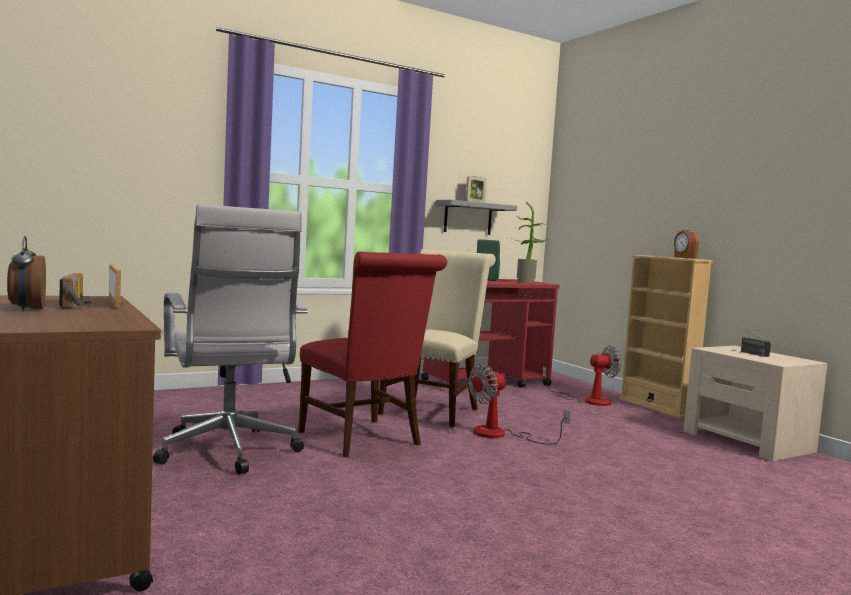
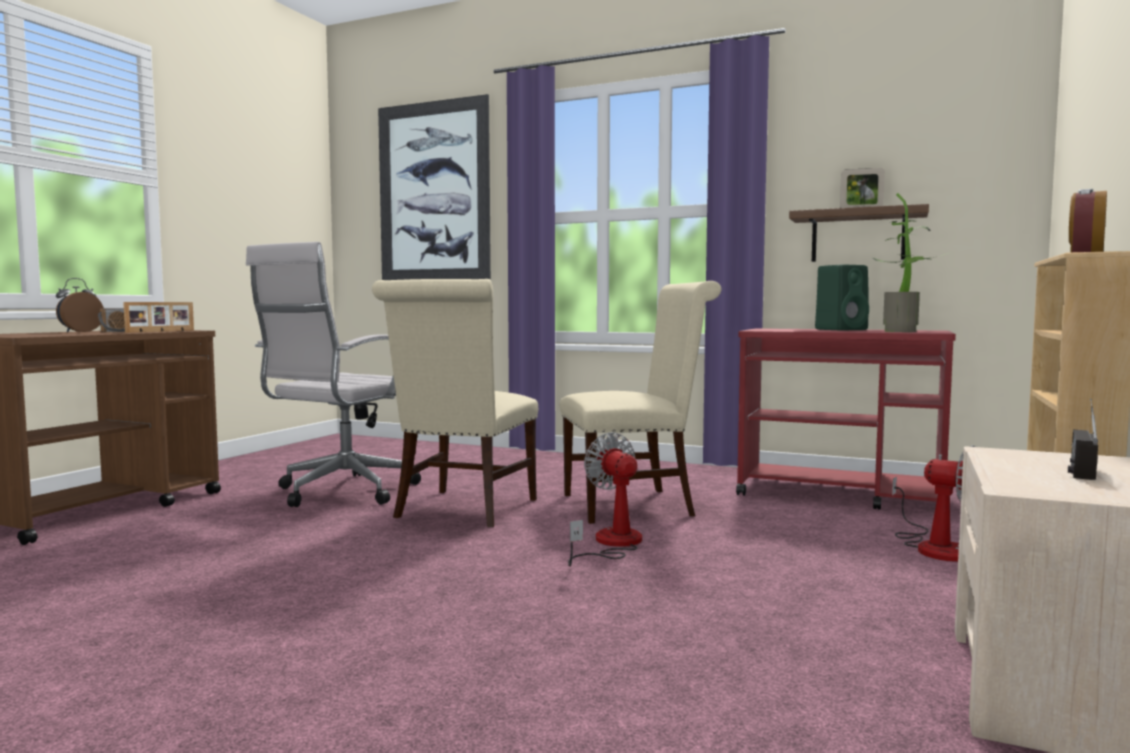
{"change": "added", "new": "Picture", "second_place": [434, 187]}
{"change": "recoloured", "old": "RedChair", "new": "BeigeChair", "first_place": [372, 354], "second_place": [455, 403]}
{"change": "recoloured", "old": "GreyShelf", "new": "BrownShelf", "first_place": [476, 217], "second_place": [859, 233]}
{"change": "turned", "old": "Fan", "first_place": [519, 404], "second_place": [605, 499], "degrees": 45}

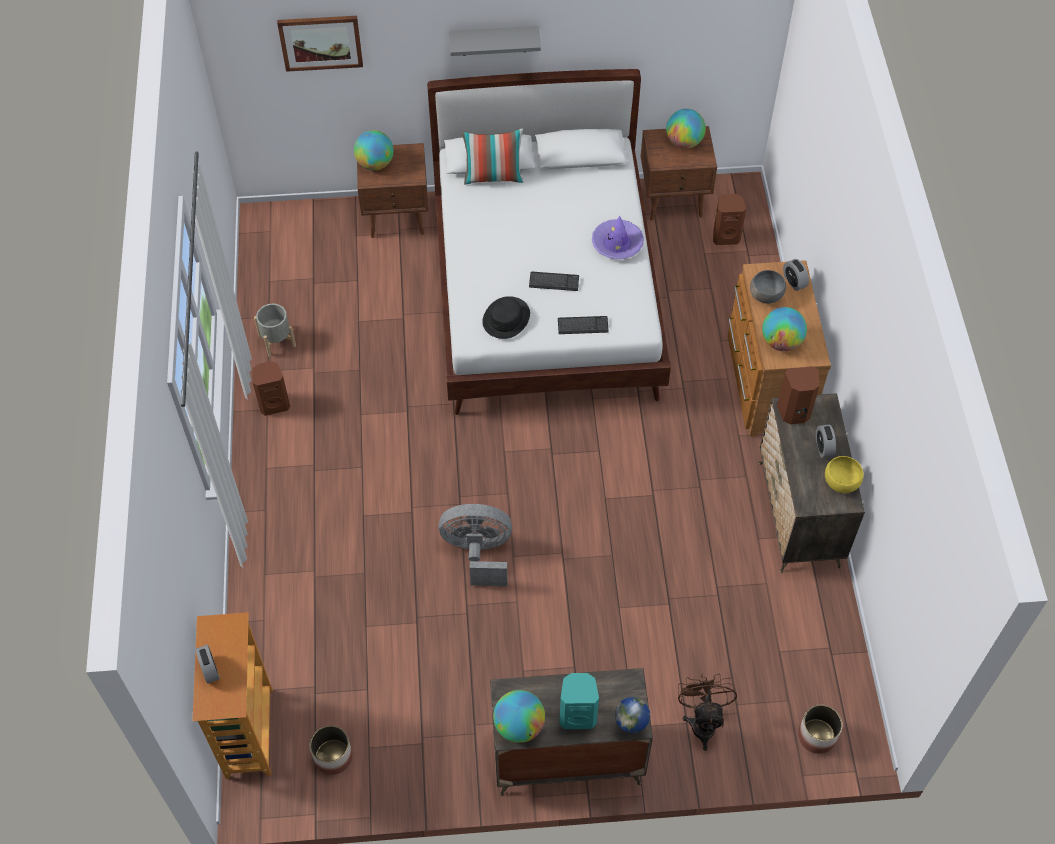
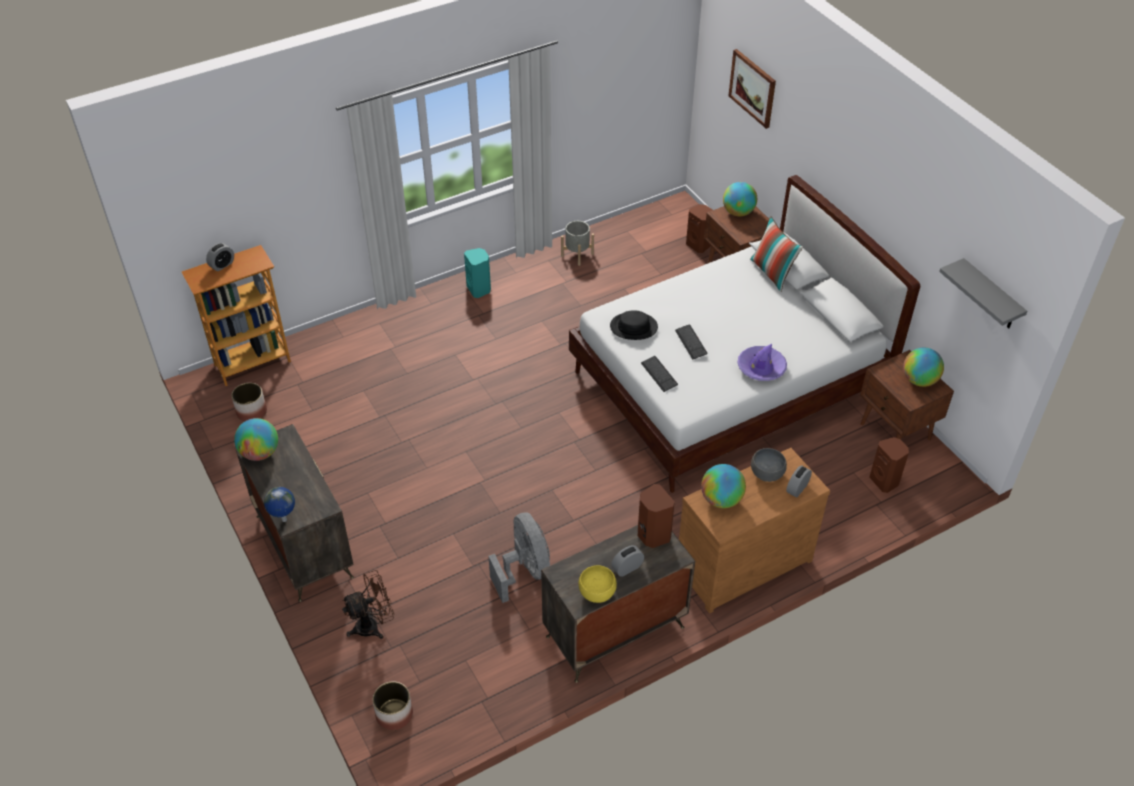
{"change": "moved", "old": "BrownSpeaker", "first_place": [271, 388], "second_place": [699, 228]}
{"change": "moved", "old": "GreyFan", "first_place": [475, 545], "second_place": [519, 557]}
{"change": "moved", "old": "GreyShelf", "first_place": [495, 41], "second_place": [983, 293]}
{"change": "moved", "old": "TurquoiseSpeaker", "first_place": [579, 701], "second_place": [477, 273]}

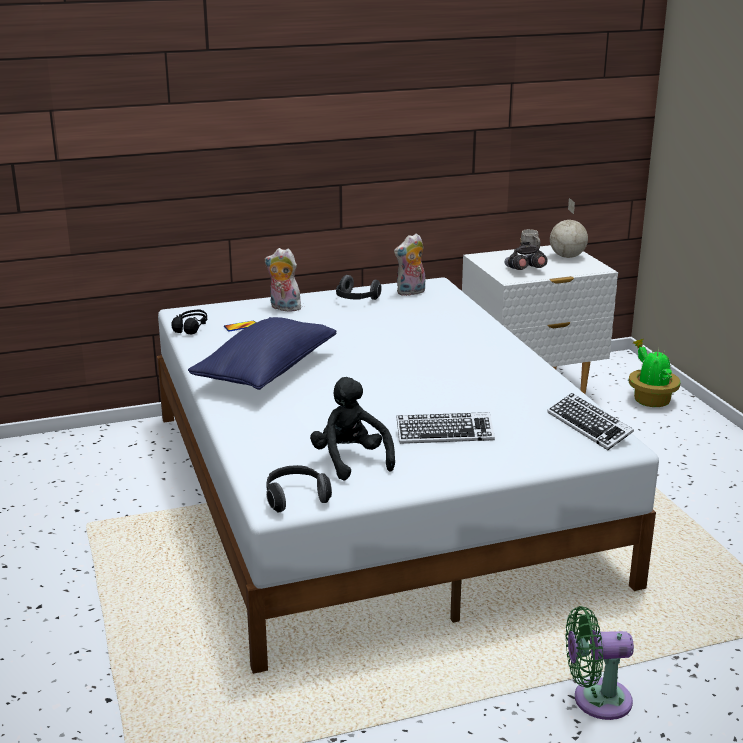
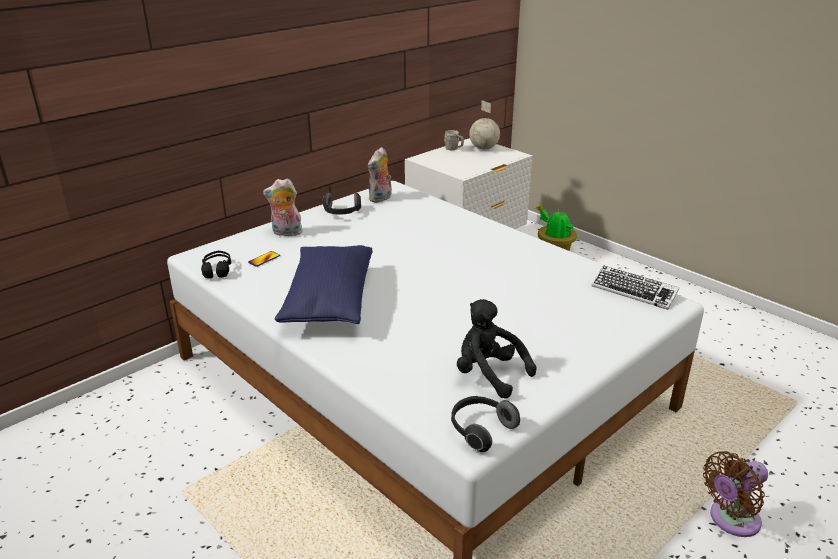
{"change": "removed", "old": "Keyboard", "first_place": [446, 428]}
{"change": "removed", "old": "GreyBinoculars", "first_place": [526, 256]}
{"change": "recoloured", "old": "GreenFan", "new": "BrownFan", "first_place": [600, 663], "second_place": [735, 494]}

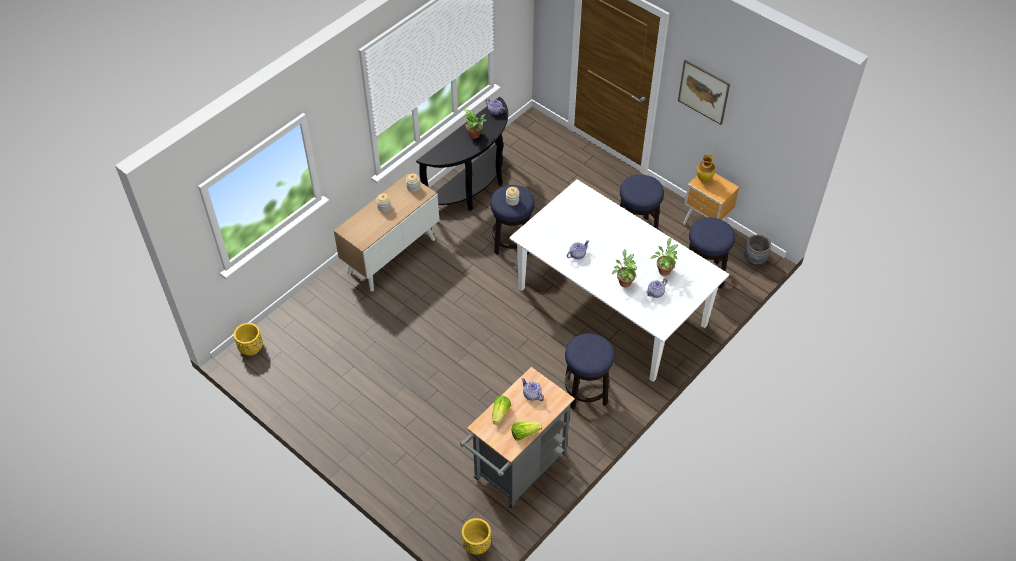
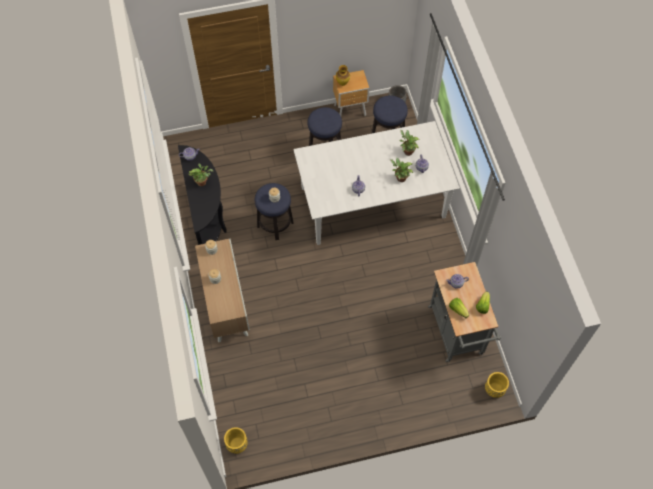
{"change": "removed", "old": "Stool", "first_place": [590, 371]}
{"change": "removed", "old": "Picture", "first_place": [704, 92]}

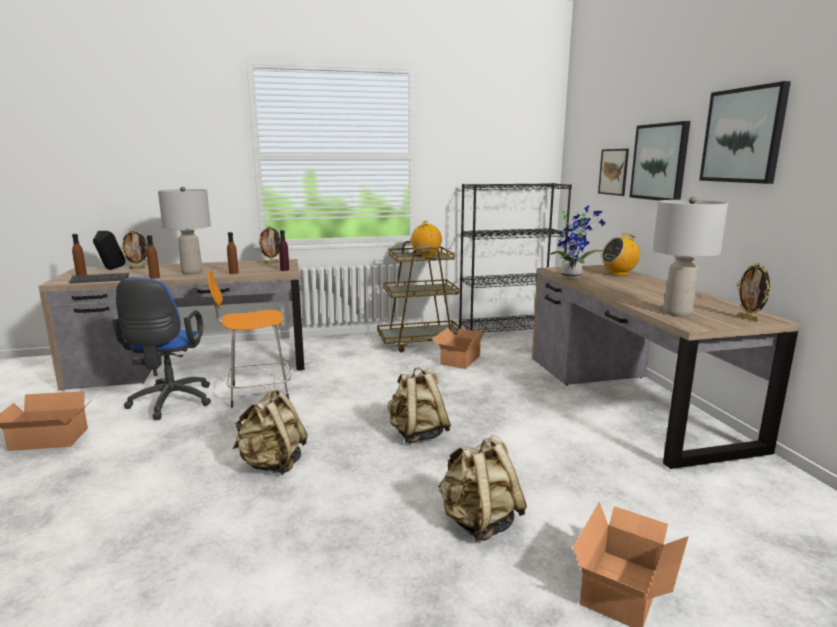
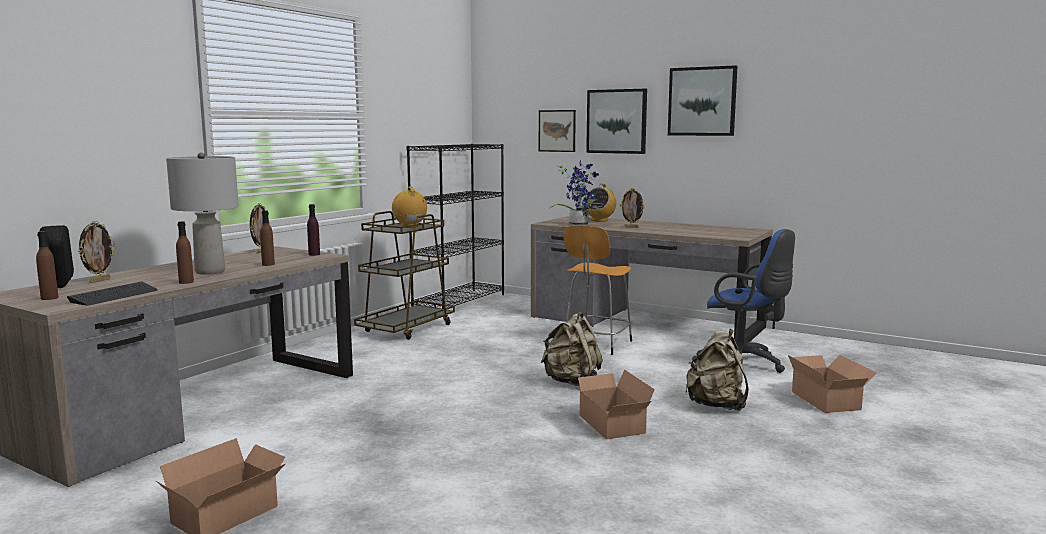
{"change": "removed", "old": "BeigeBackpack", "first_place": [270, 431]}
{"change": "removed", "old": "GreyTableLamp", "first_place": [690, 257]}
{"change": "moved", "old": "BlueOfficeChair", "first_place": [161, 348], "second_place": [743, 301]}
{"change": "moved", "old": "OrangeStool", "first_place": [249, 339], "second_place": [598, 290]}
{"change": "moved", "old": "CardboardBox", "first_place": [458, 348], "second_place": [611, 405]}
{"change": "moved", "old": "PictureFrame", "first_place": [753, 292], "second_place": [632, 208]}

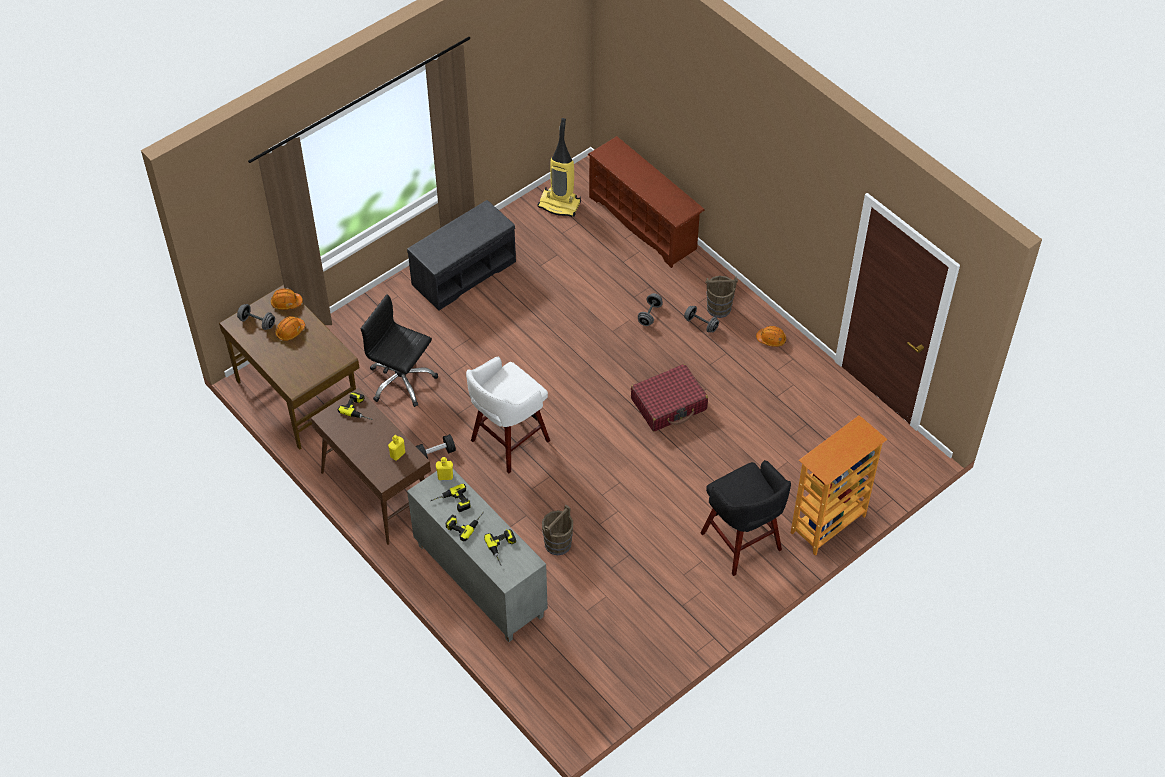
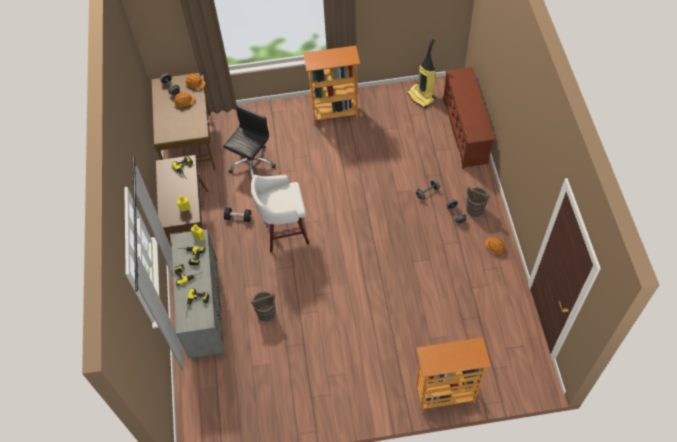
{"change": "removed", "old": "RedSuitcase", "first_place": [669, 397]}
{"change": "removed", "old": "BlackStool", "first_place": [746, 518]}
{"change": "replaced", "old": "GreyBench", "new": "Bookcase", "first_place": [461, 255], "second_place": [331, 85]}
{"change": "turned", "old": "BlackOfficeChair", "first_place": [399, 350], "second_place": [249, 143], "degrees": 60}

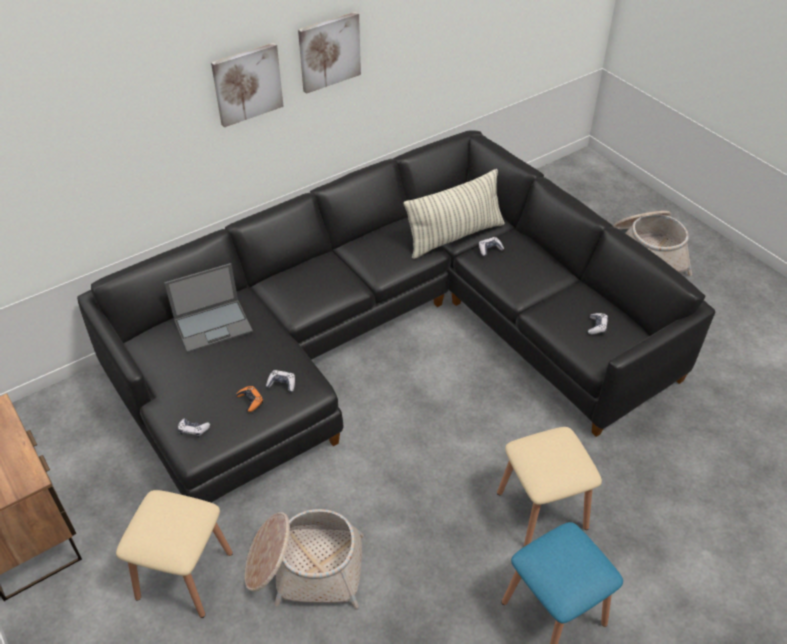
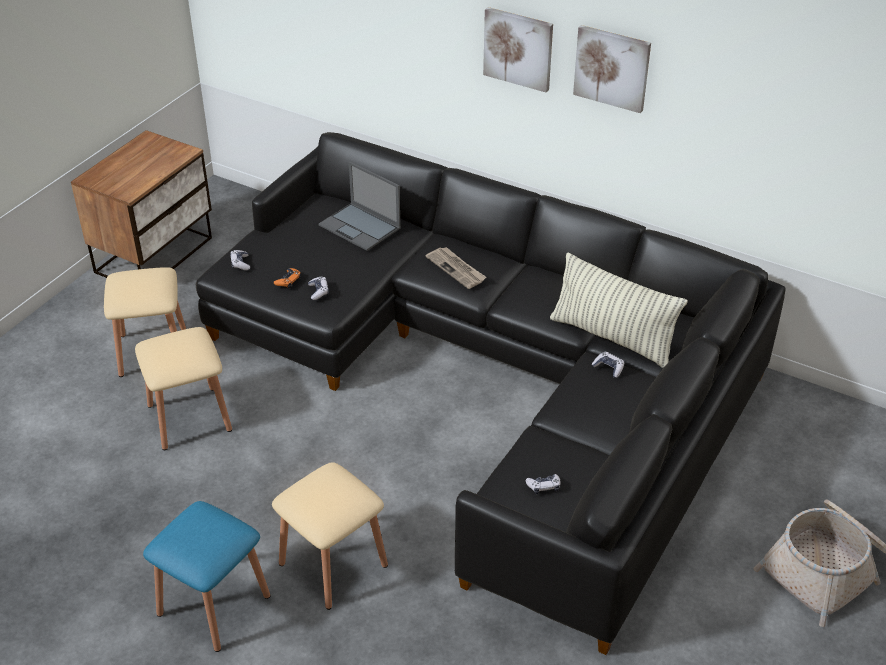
{"change": "added", "new": "Newspaper", "second_place": [456, 268]}
{"change": "replaced", "old": "Basket", "new": "BeigeStool", "first_place": [304, 559], "second_place": [183, 388]}

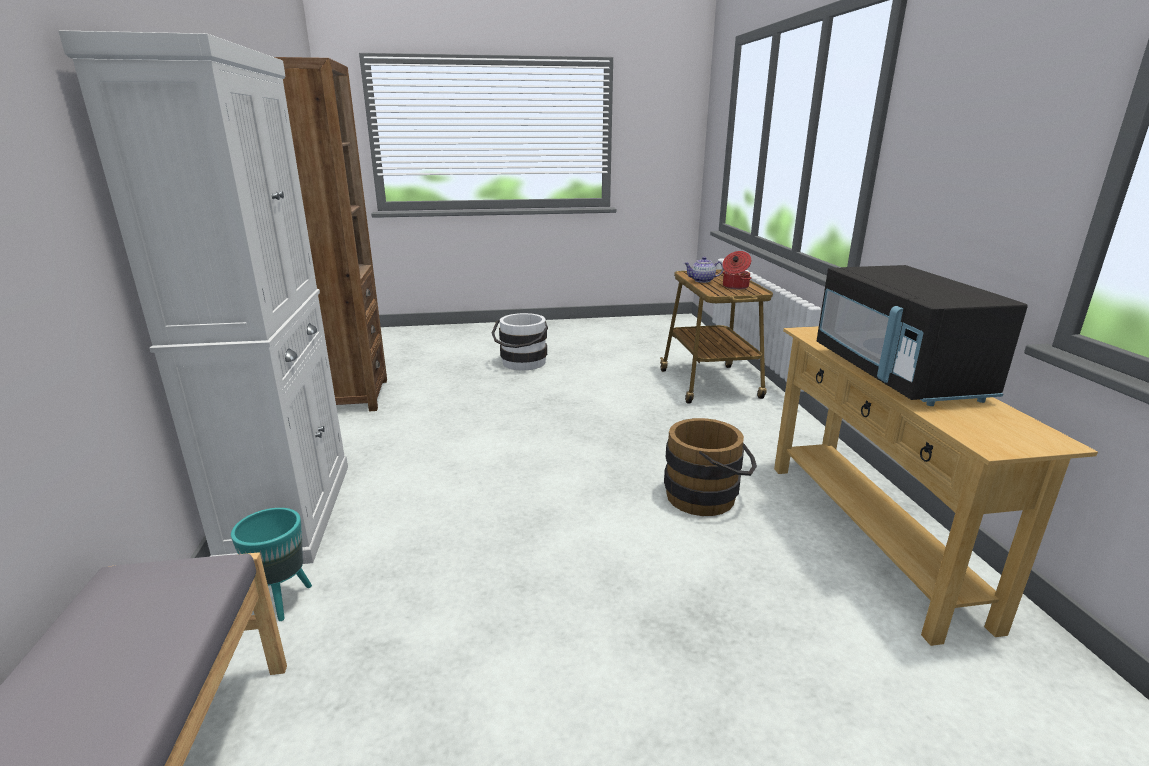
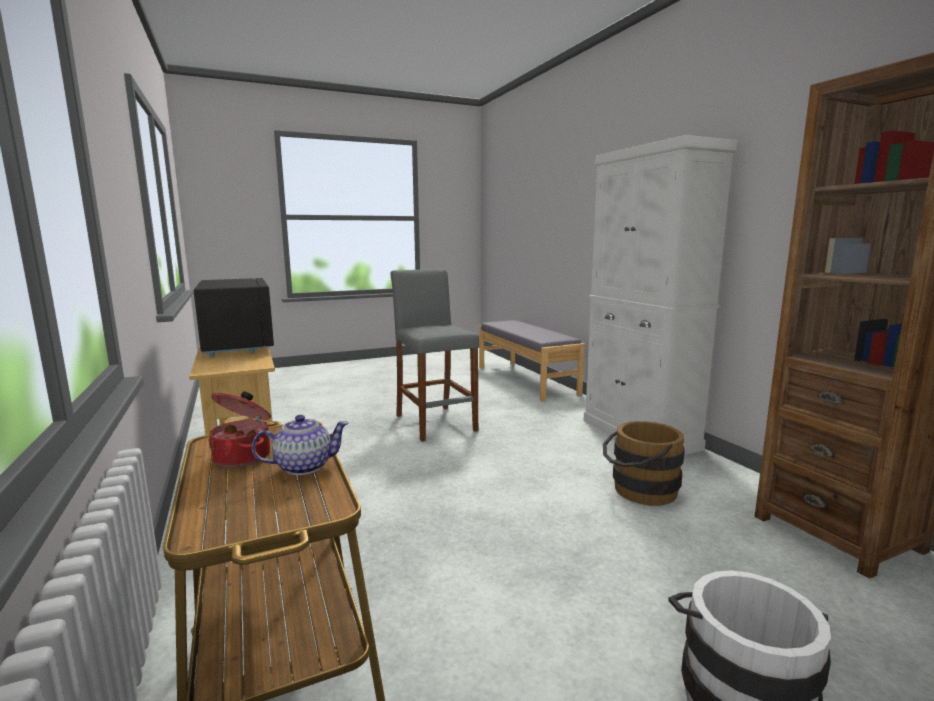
{"change": "removed", "old": "TurquoisePlanter", "first_place": [271, 564]}
{"change": "added", "new": "GreyStool", "second_place": [435, 355]}
{"change": "moved", "old": "BrownBucket", "first_place": [710, 467], "second_place": [644, 463]}

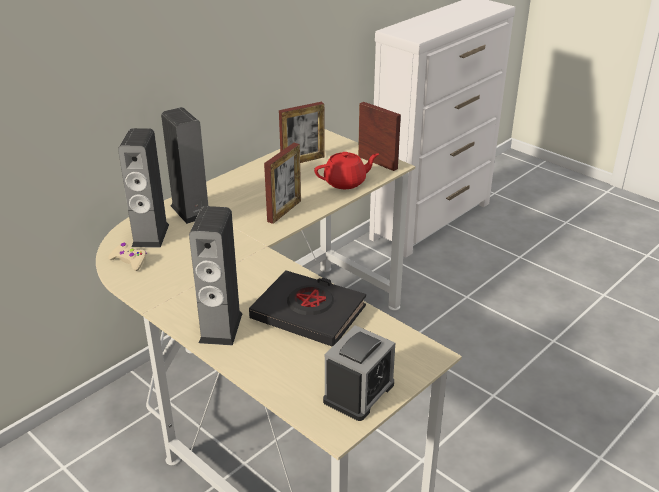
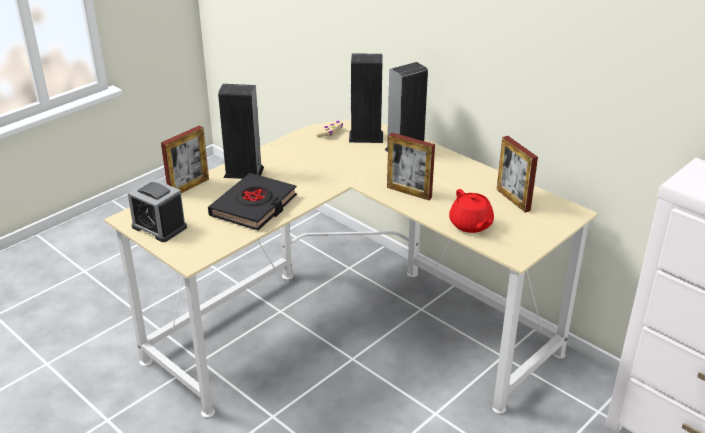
{"change": "moved", "old": "PictureFrame", "first_place": [379, 136], "second_place": [185, 159]}

